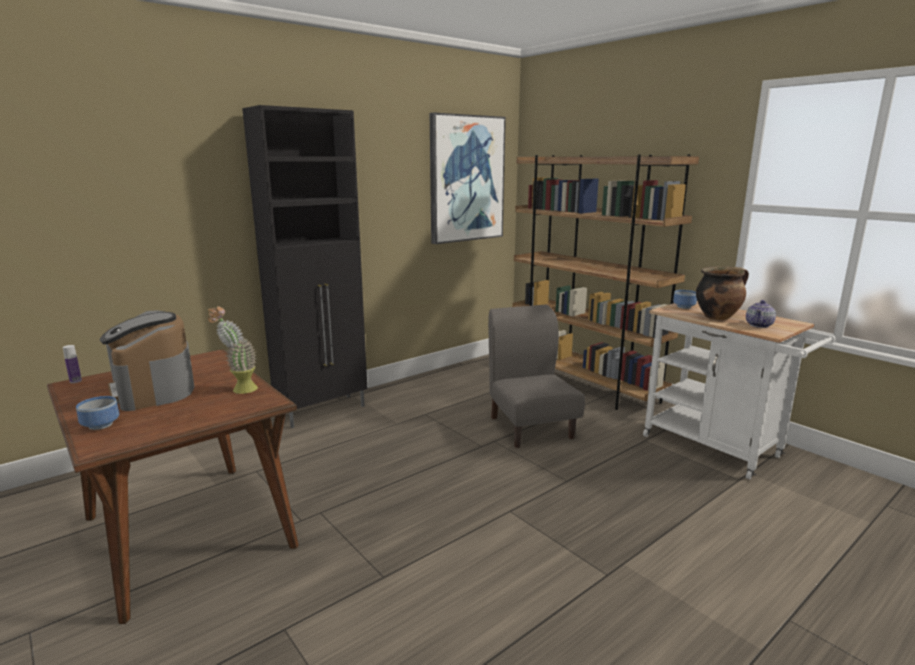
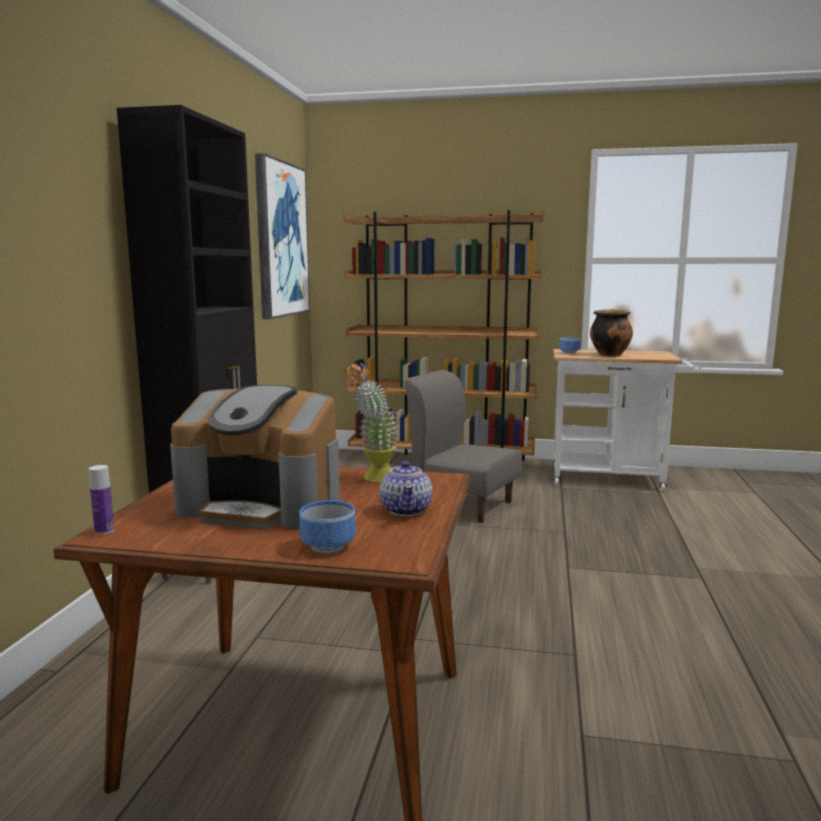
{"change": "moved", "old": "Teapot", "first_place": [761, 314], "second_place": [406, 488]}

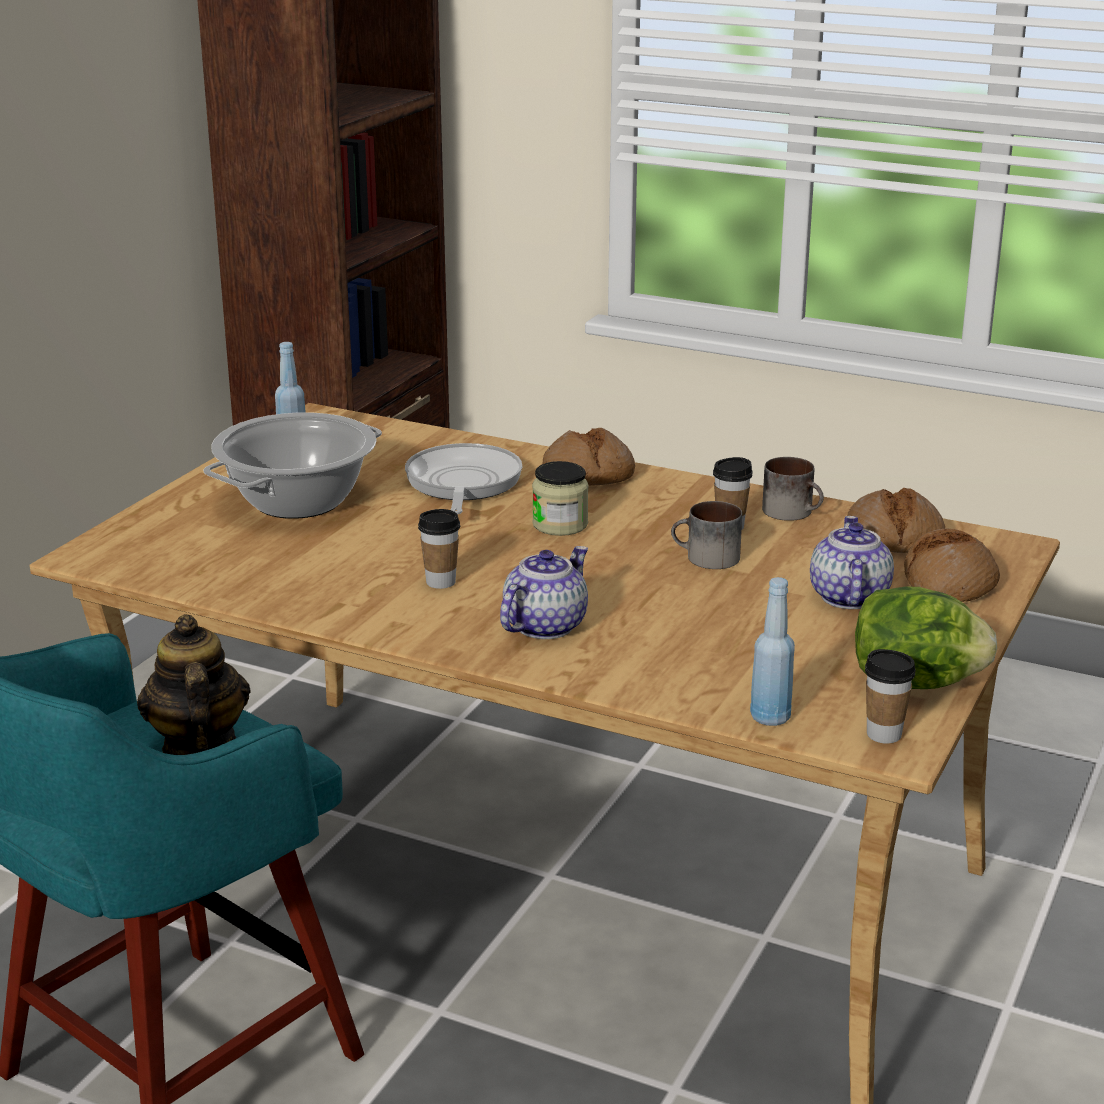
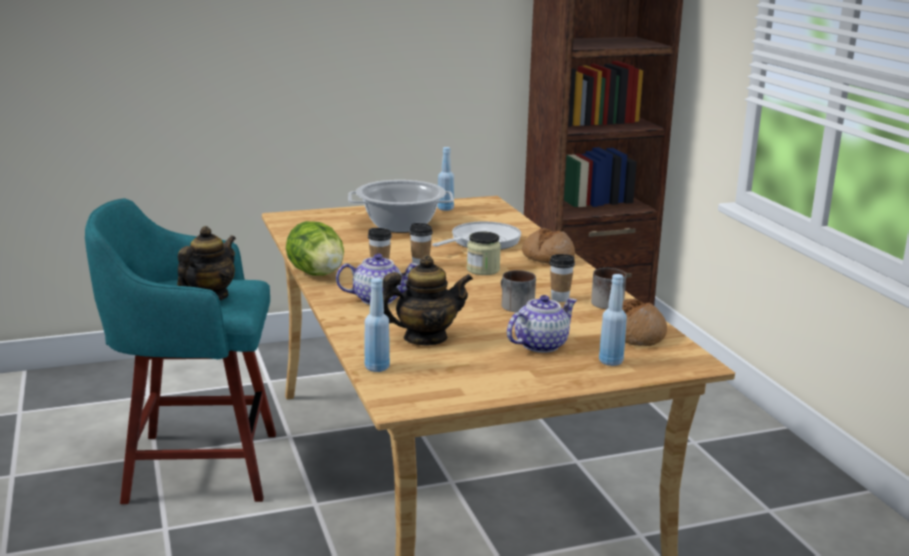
{"change": "added", "new": "Teapot", "second_place": [428, 300]}
{"change": "moved", "old": "Lettuce", "first_place": [926, 638], "second_place": [315, 248]}
{"change": "moved", "old": "Cup", "first_place": [890, 696], "second_place": [421, 244]}
{"change": "replaced", "old": "Bread", "new": "BlueBottle", "first_place": [952, 565], "second_place": [613, 320]}

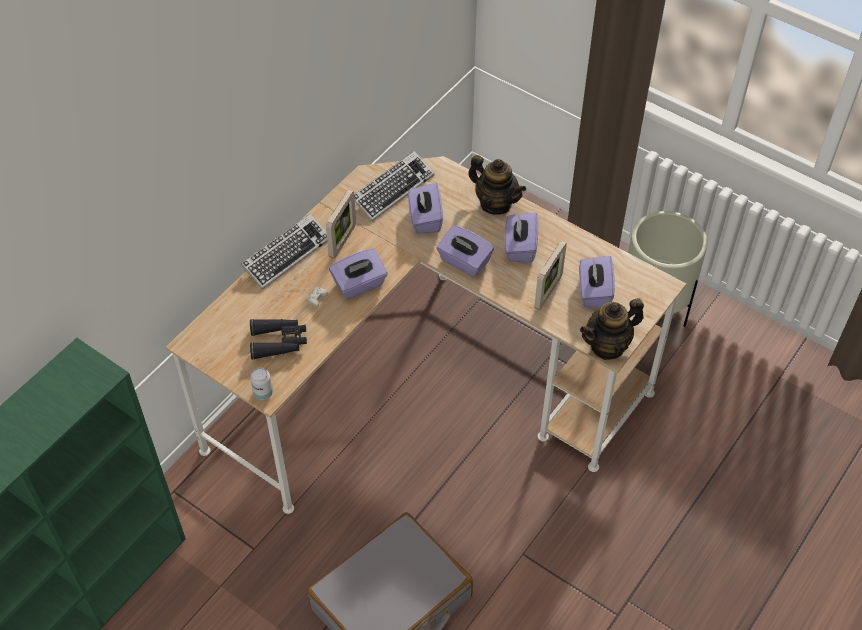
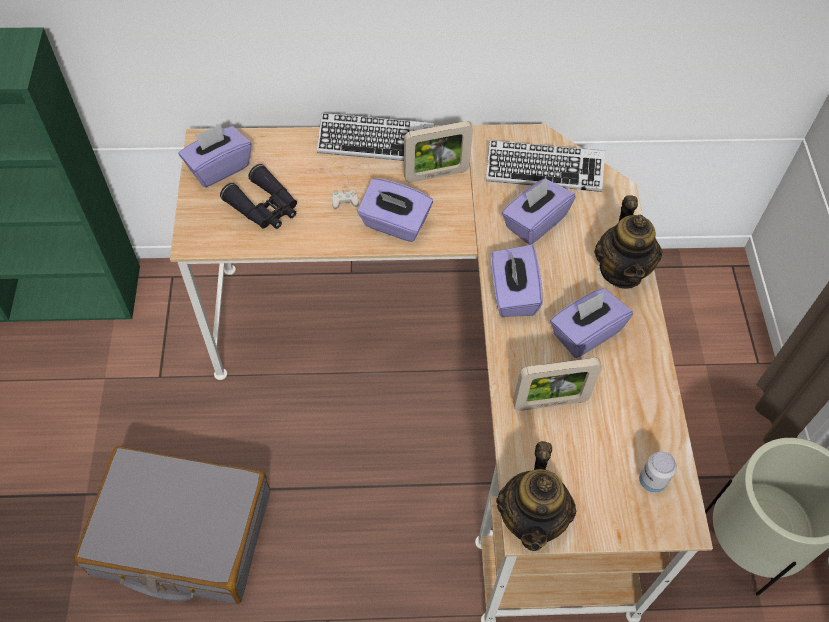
{"change": "moved", "old": "Can", "first_place": [261, 383], "second_place": [658, 472]}
{"change": "moved", "old": "PurpleTissueBox", "first_place": [597, 282], "second_place": [215, 155]}
{"change": "turned", "old": "Teapot", "first_place": [612, 329], "second_place": [536, 496], "degrees": -105}

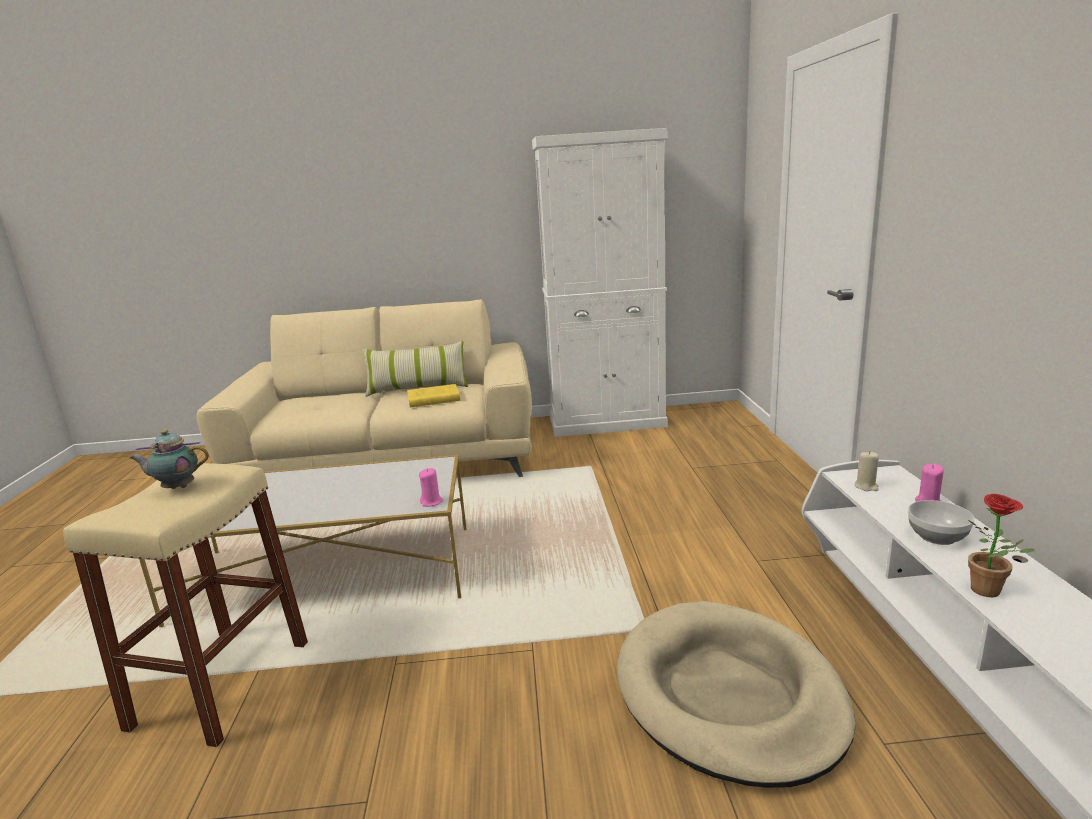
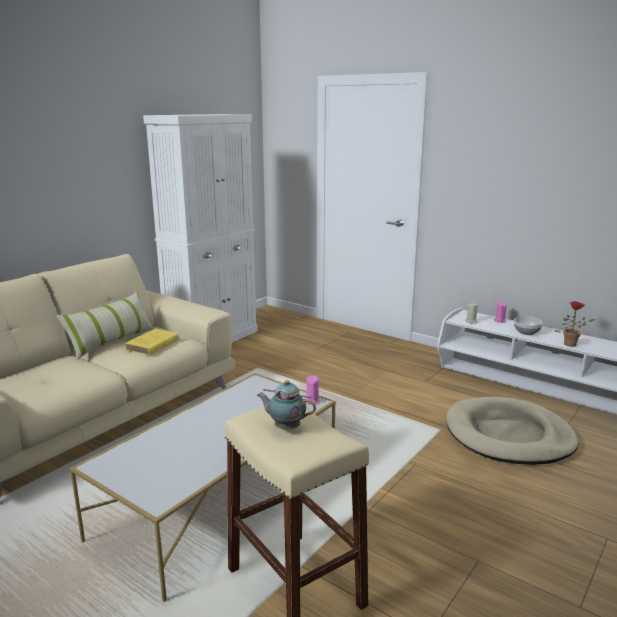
{"change": "turned", "old": "Teapot", "first_place": [169, 459], "second_place": [286, 404], "degrees": 75}

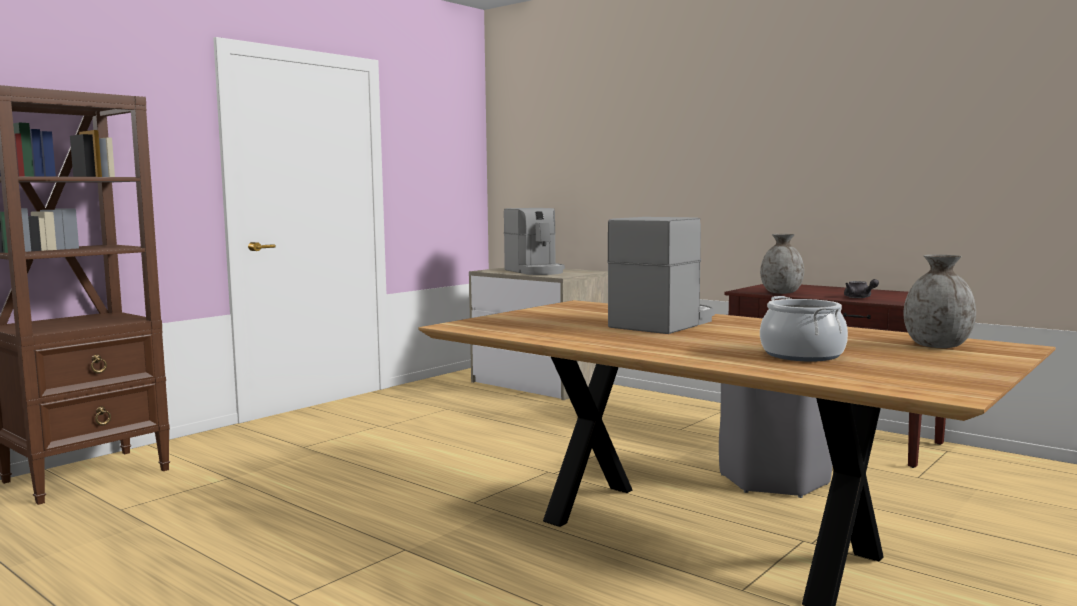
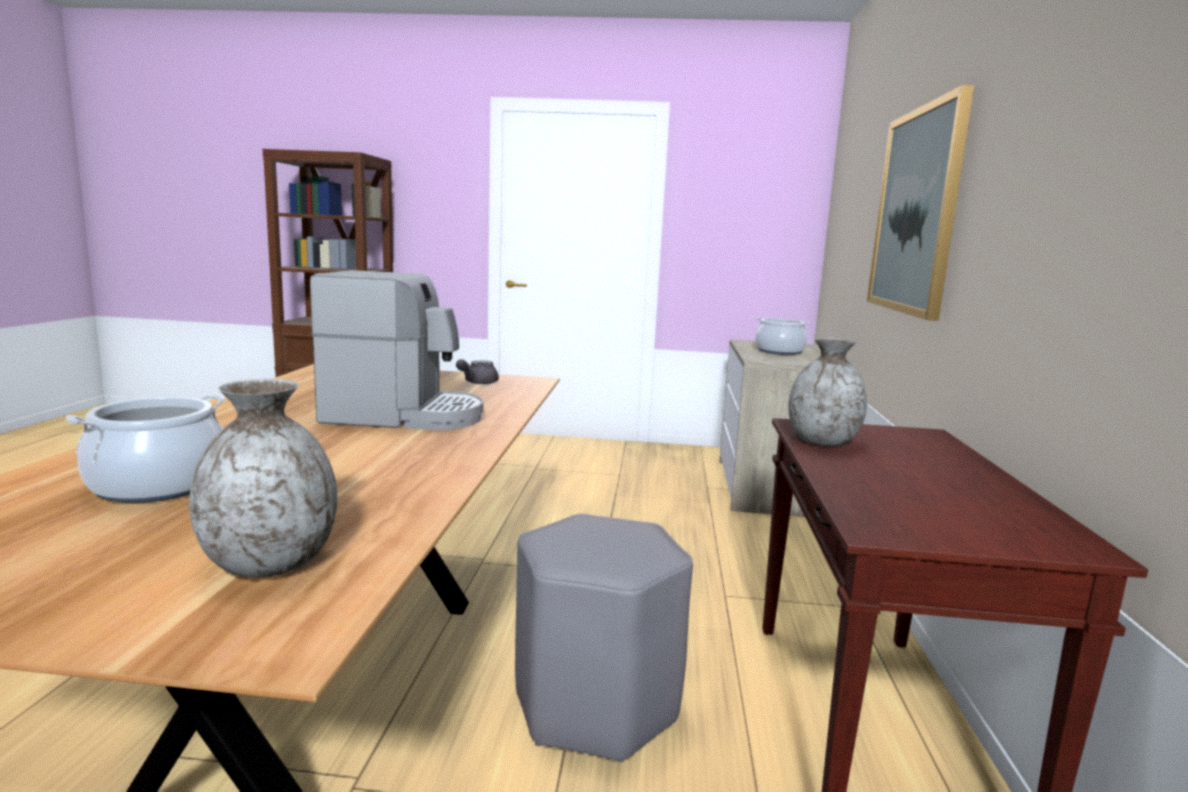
{"change": "added", "new": "Picture", "second_place": [920, 203]}
{"change": "moved", "old": "GreyTeapot", "first_place": [861, 288], "second_place": [477, 371]}
{"change": "replaced", "old": "CoffeeMachine", "new": "CookingPot", "first_place": [534, 241], "second_place": [783, 336]}

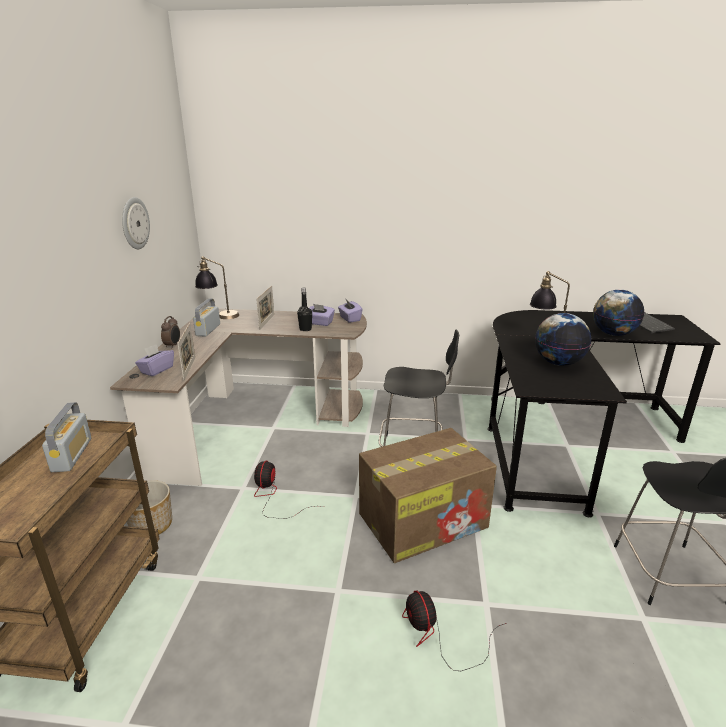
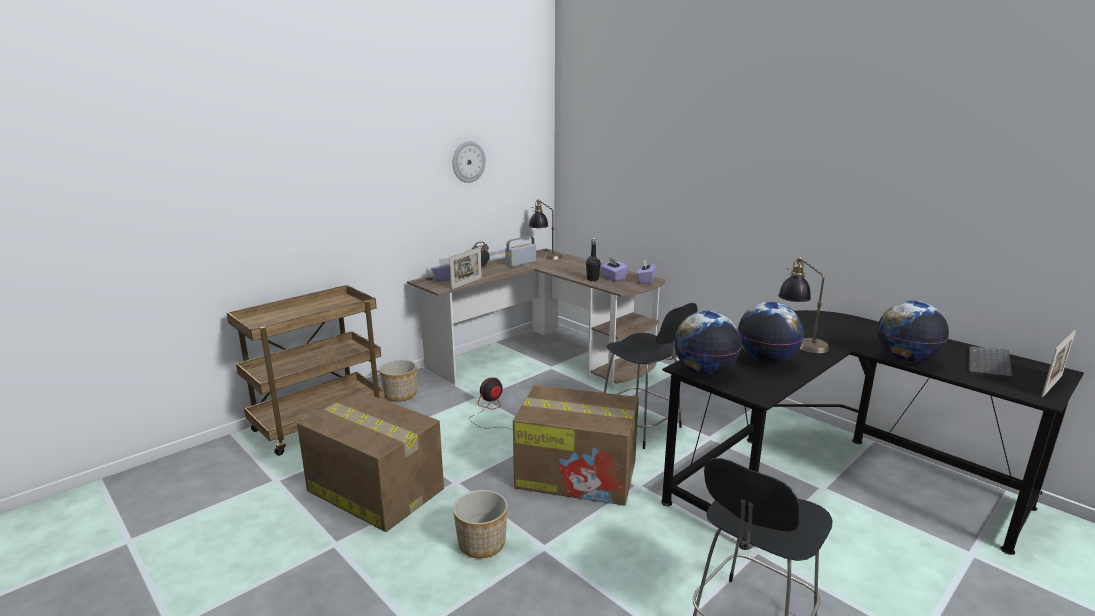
{"change": "removed", "old": "Radio", "first_place": [67, 437]}
{"change": "added", "new": "CardboardBox", "second_place": [370, 461]}
{"change": "added", "new": "Globe", "second_place": [708, 343]}
{"change": "moved", "old": "PictureFrame", "first_place": [265, 308], "second_place": [1058, 363]}
{"change": "replaced", "old": "Fan", "new": "Planter", "first_place": [454, 630], "second_place": [480, 524]}

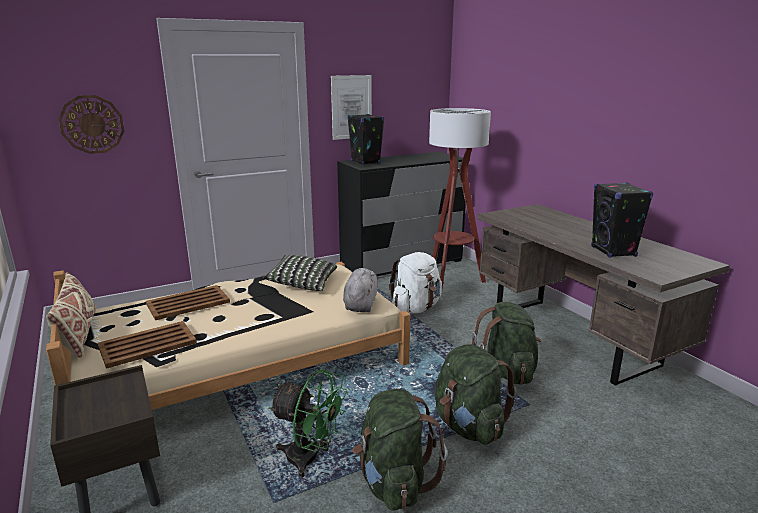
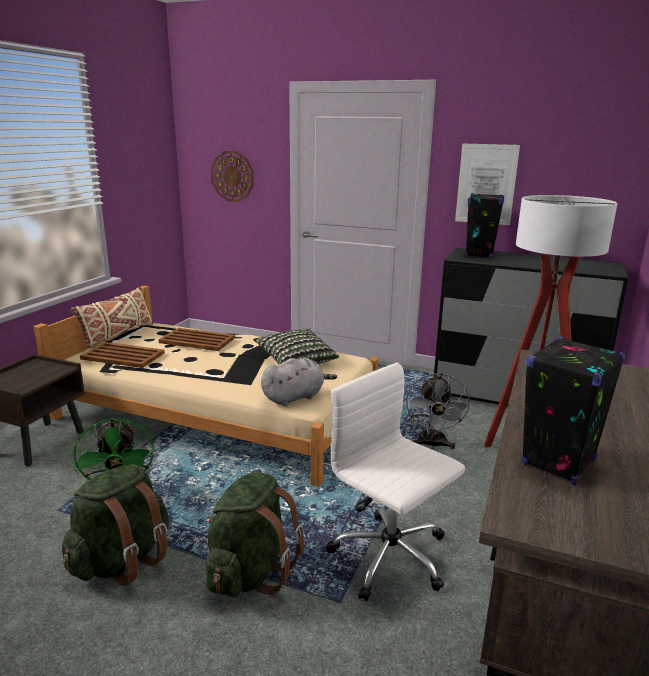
{"change": "replaced", "old": "WhiteBackpack", "new": "GreyFan", "first_place": [415, 283], "second_place": [438, 411]}
{"change": "replaced", "old": "GreenBackpack", "new": "WhiteOfficeChair", "first_place": [506, 343], "second_place": [395, 481]}

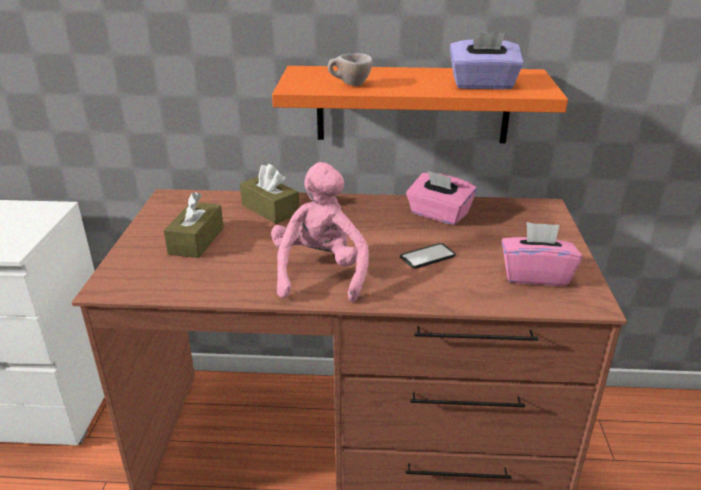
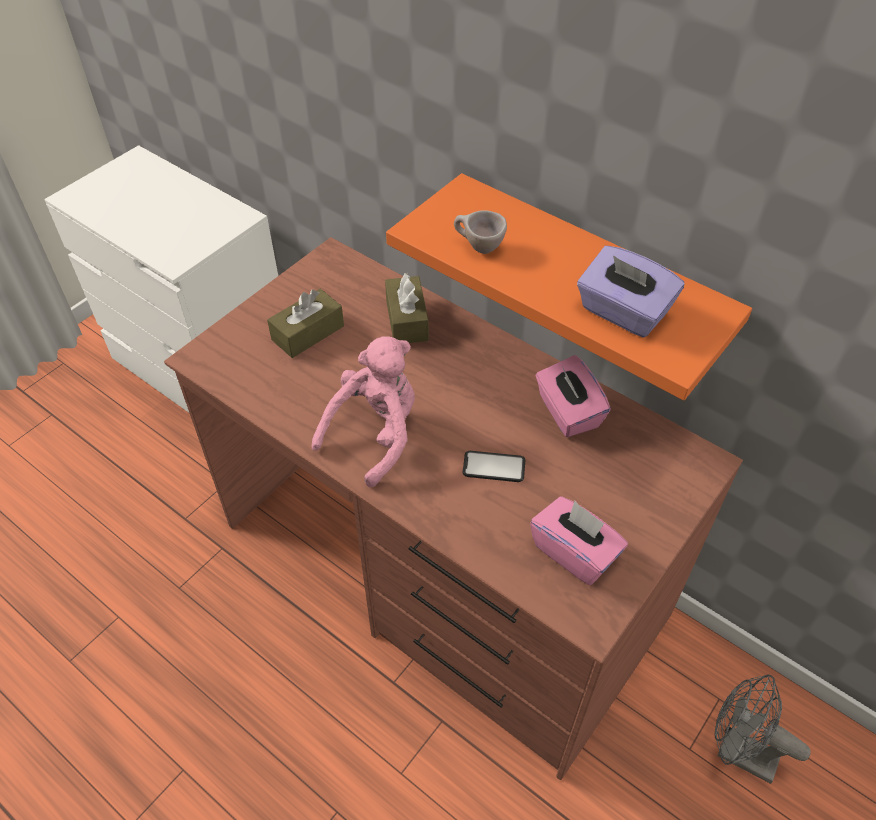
{"change": "added", "new": "GreyFan", "second_place": [763, 729]}

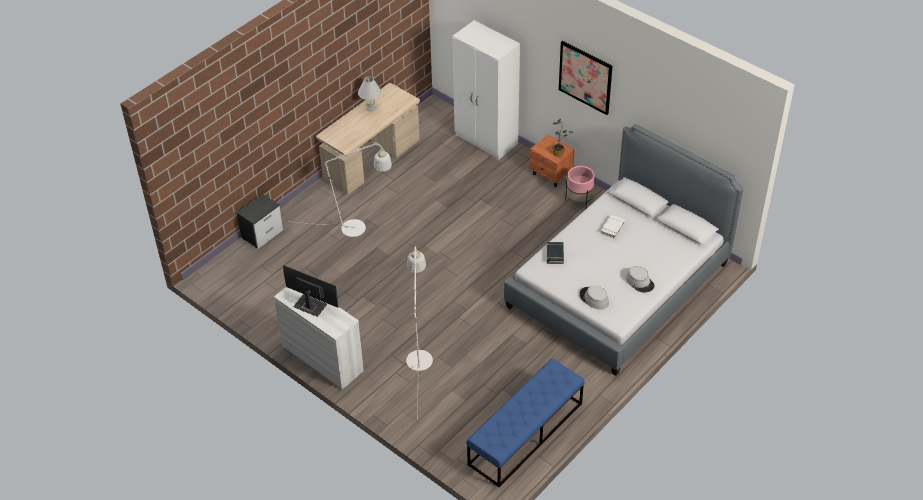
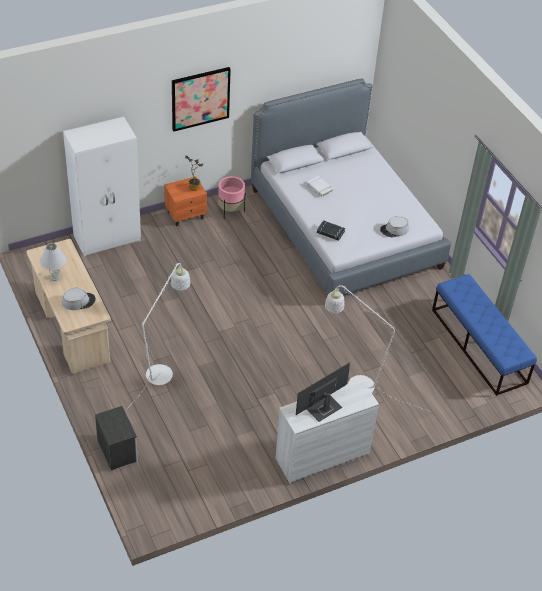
{"change": "moved", "old": "GreyHat", "first_place": [640, 279], "second_place": [79, 299]}

